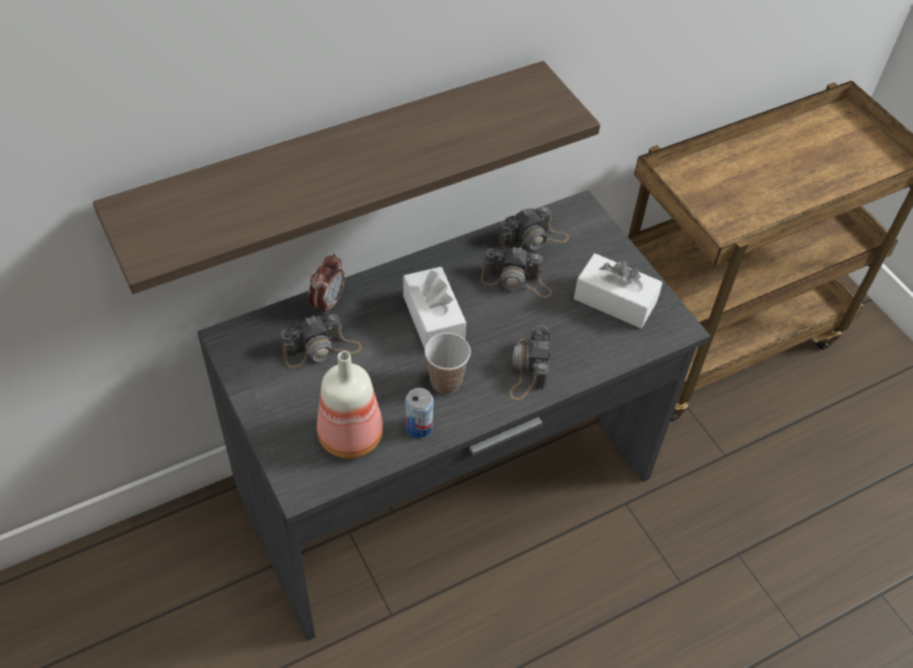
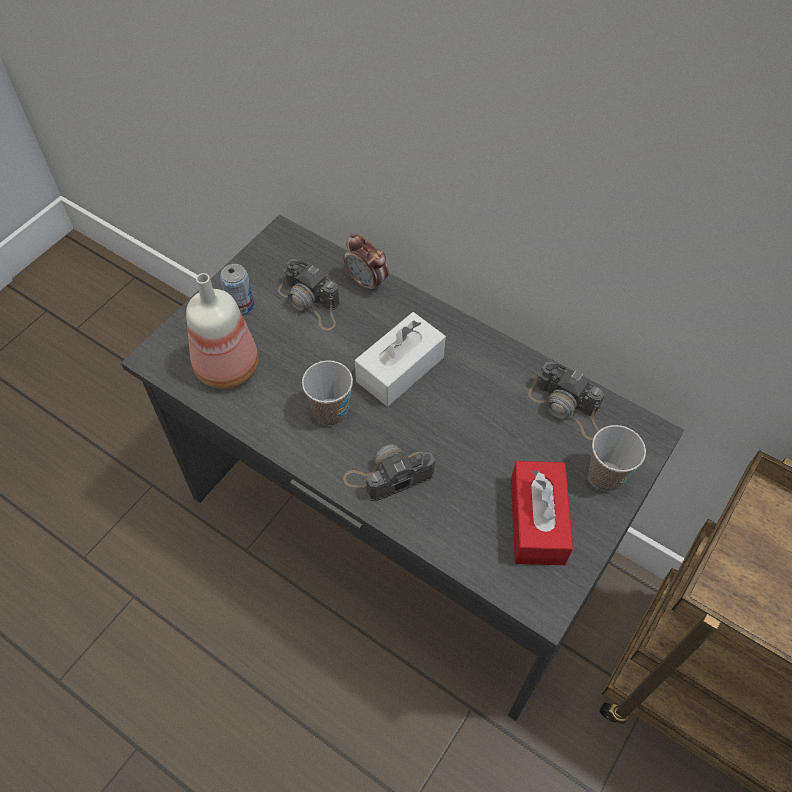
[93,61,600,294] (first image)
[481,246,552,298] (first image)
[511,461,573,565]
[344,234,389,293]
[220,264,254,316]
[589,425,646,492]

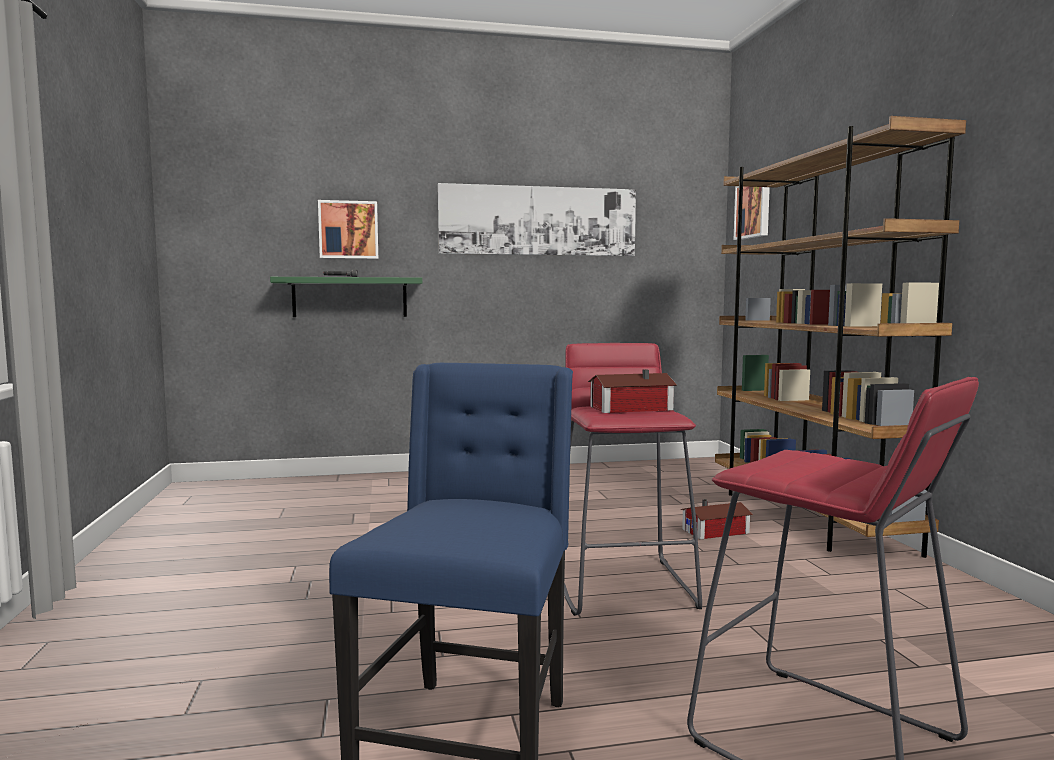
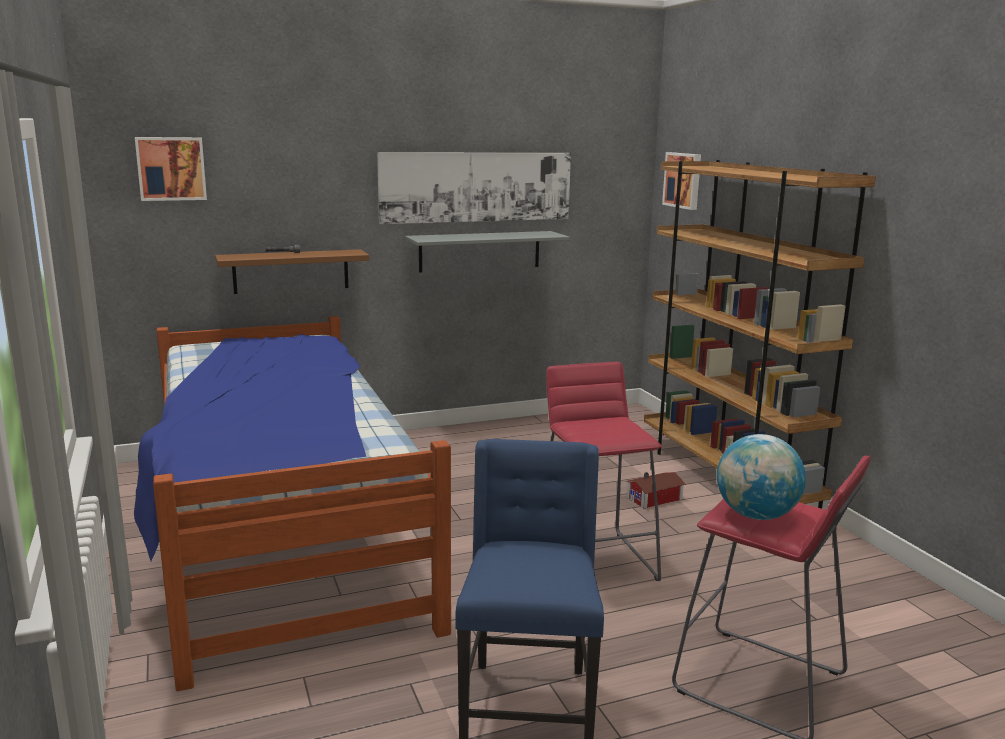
[135,137,207,201]
[215,249,369,294]
[588,369,677,413] (first image)
[405,231,570,273]
[134,316,451,691]
[717,434,806,520]

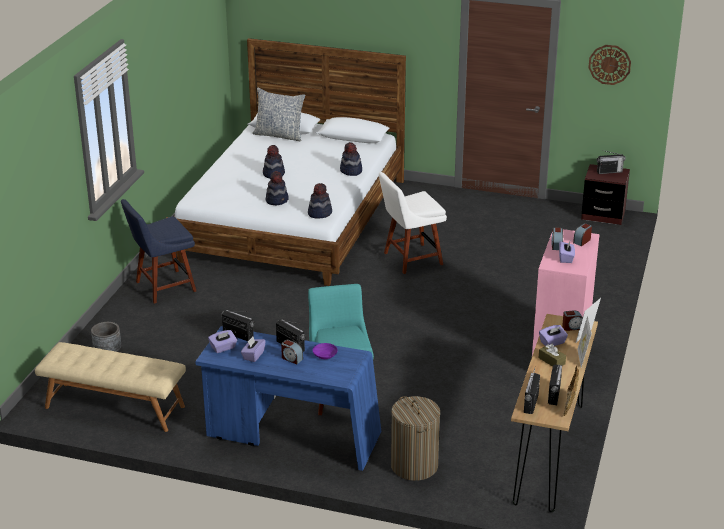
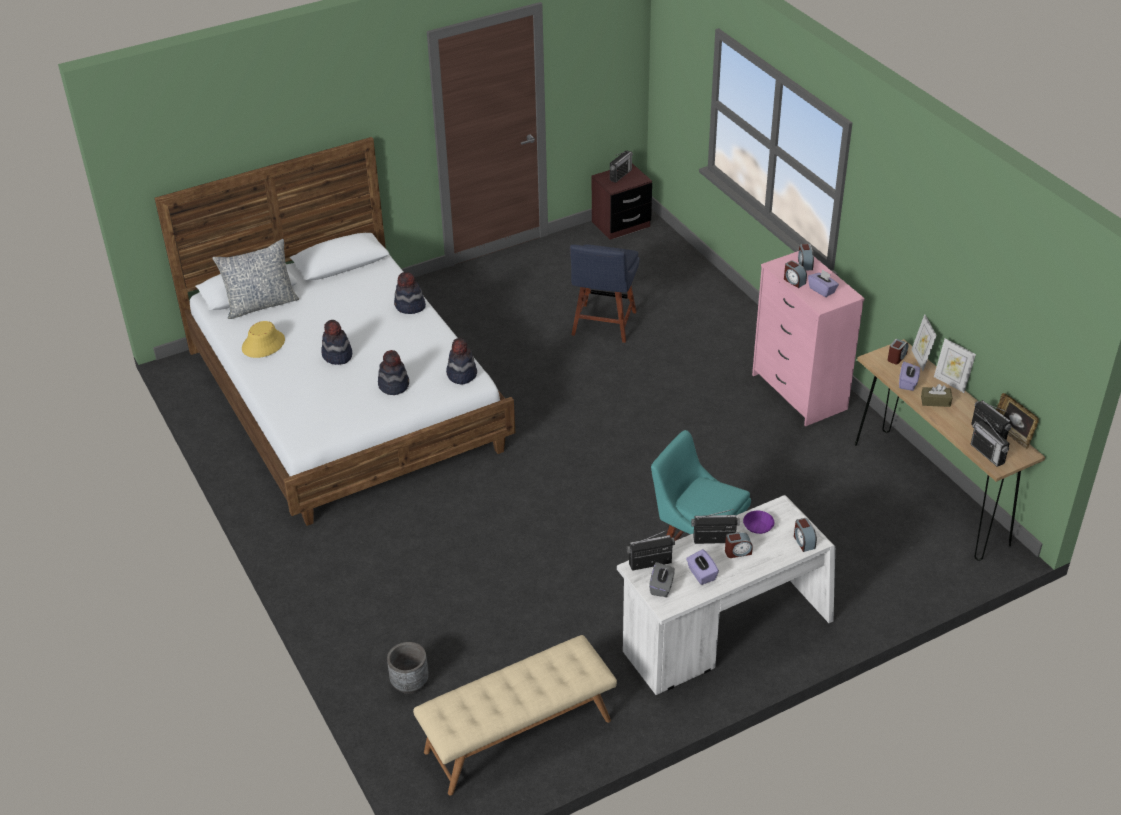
[588,45,631,85] (first image)
[379,172,447,274] (first image)
[570,244,640,343]
[617,495,835,695]
[649,562,675,597]
[391,396,440,481] (first image)
[242,321,285,358]
[794,518,817,552]

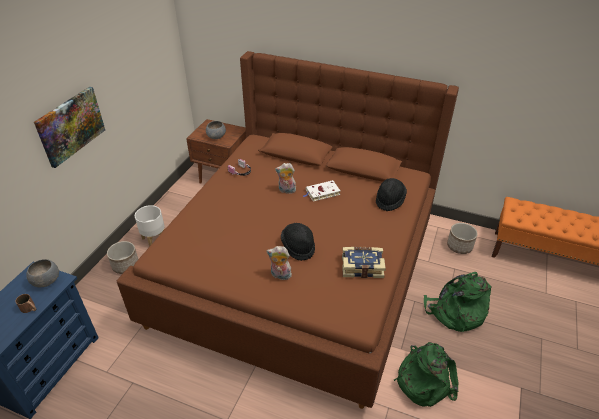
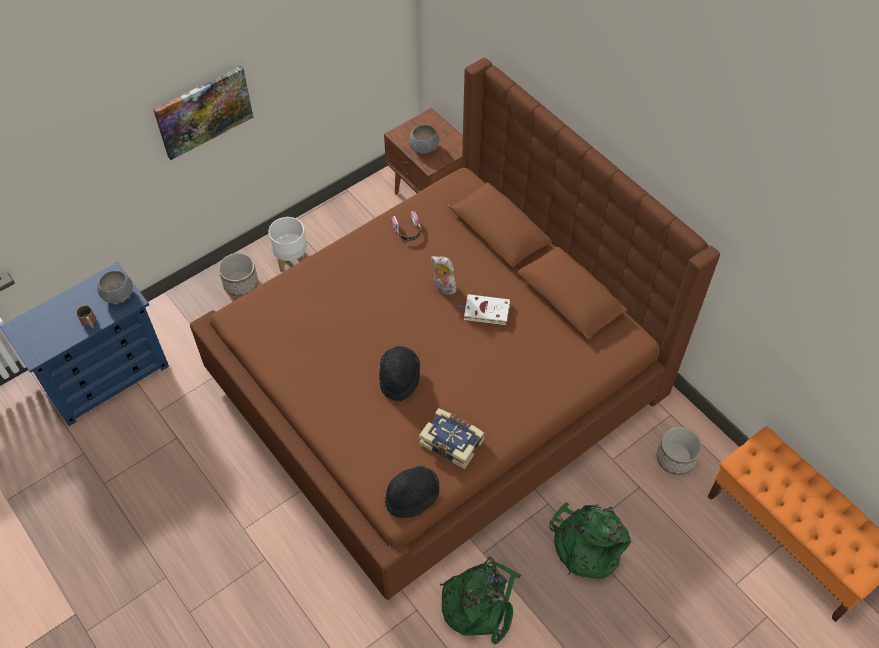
[385,466,439,518]
[266,246,292,280] (first image)

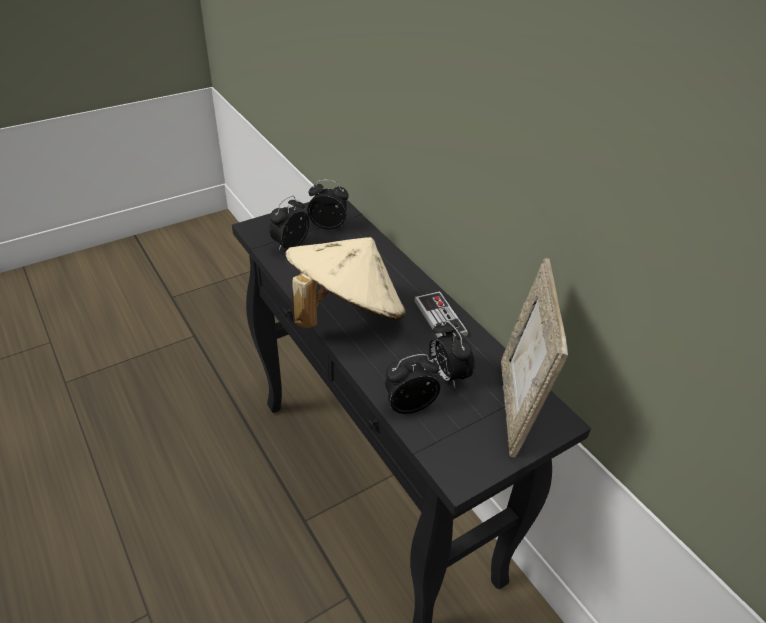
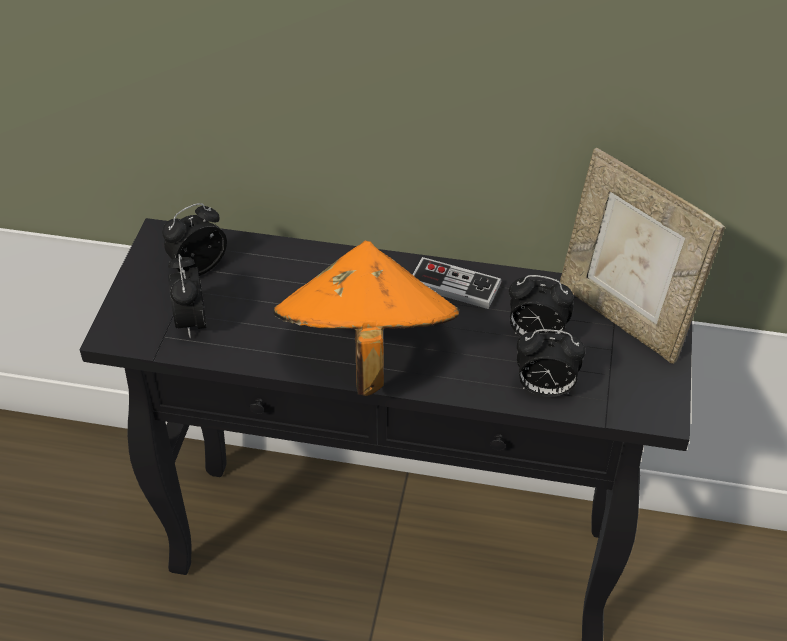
[274,241,459,396]
[517,329,585,397]

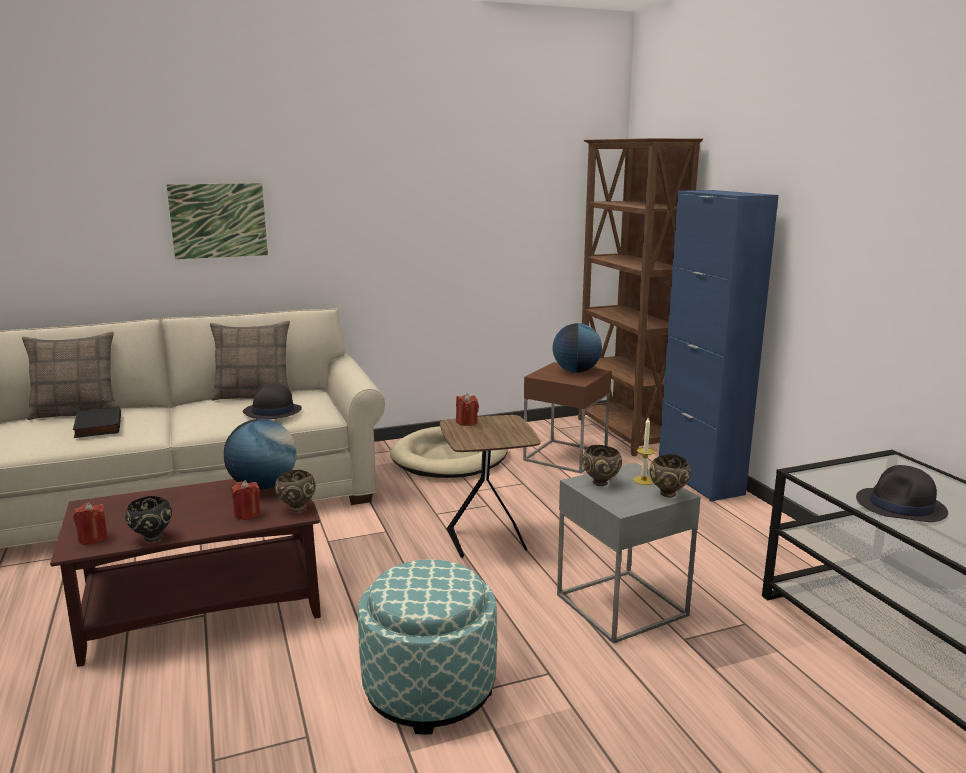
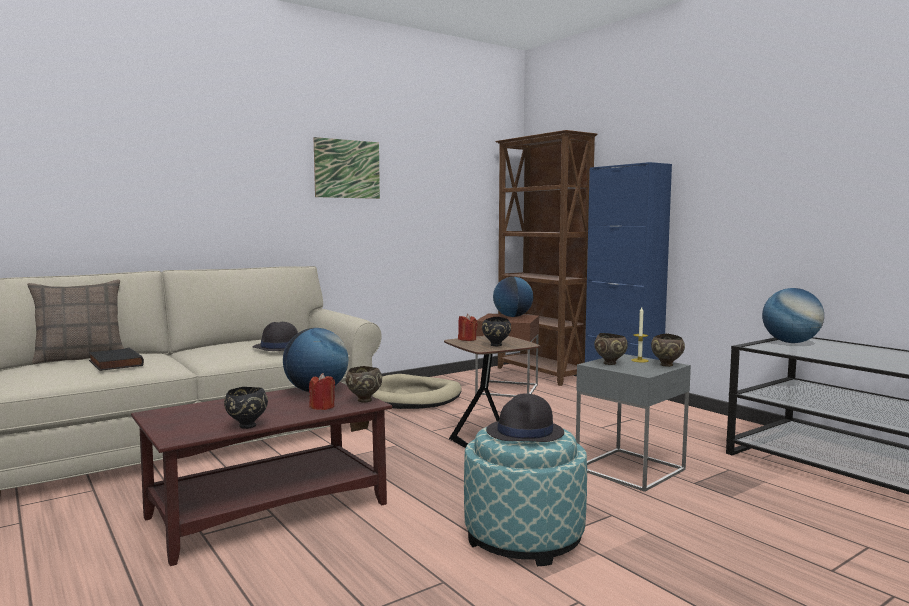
[313,137,380,199]
[210,321,292,401] (first image)
[486,394,564,442]
[73,502,108,545] (first image)
[762,288,824,343]
[482,317,511,346]

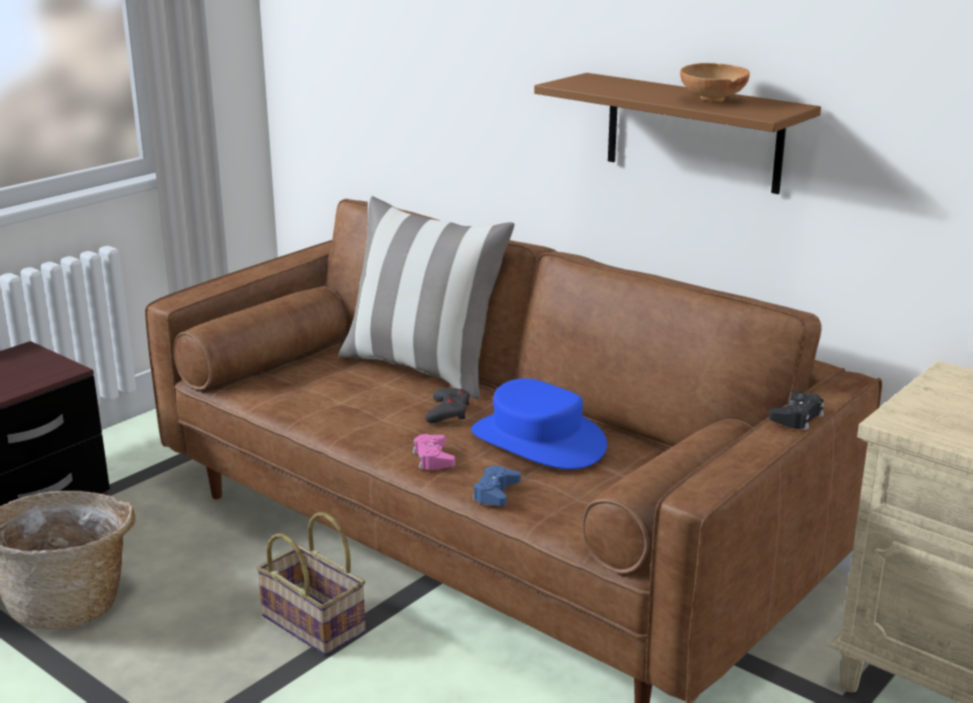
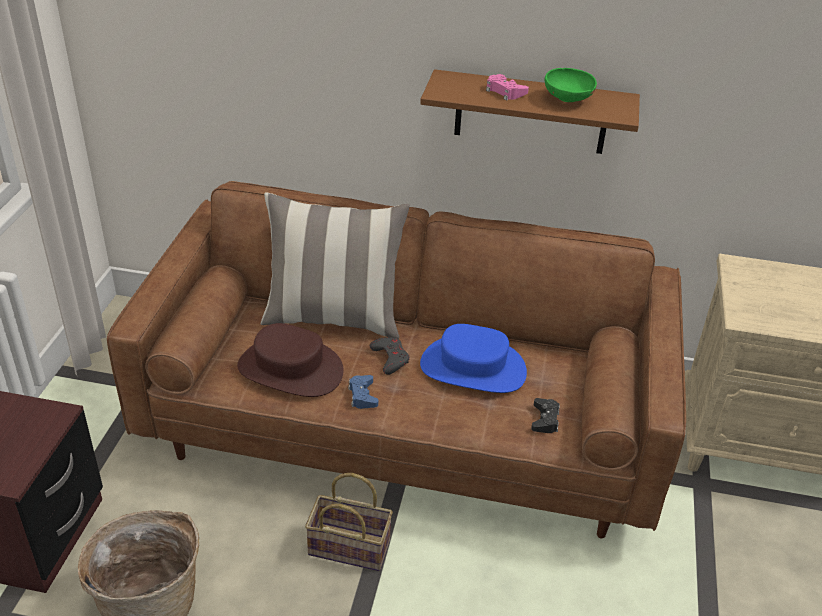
[544,68,597,102]
[531,398,560,433]
[486,74,529,100]
[348,375,378,409]
[237,323,344,397]

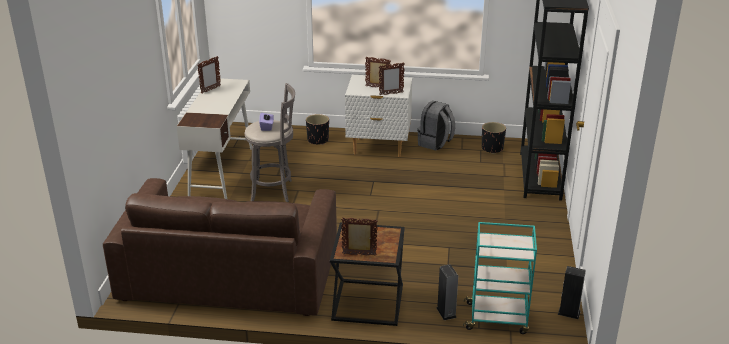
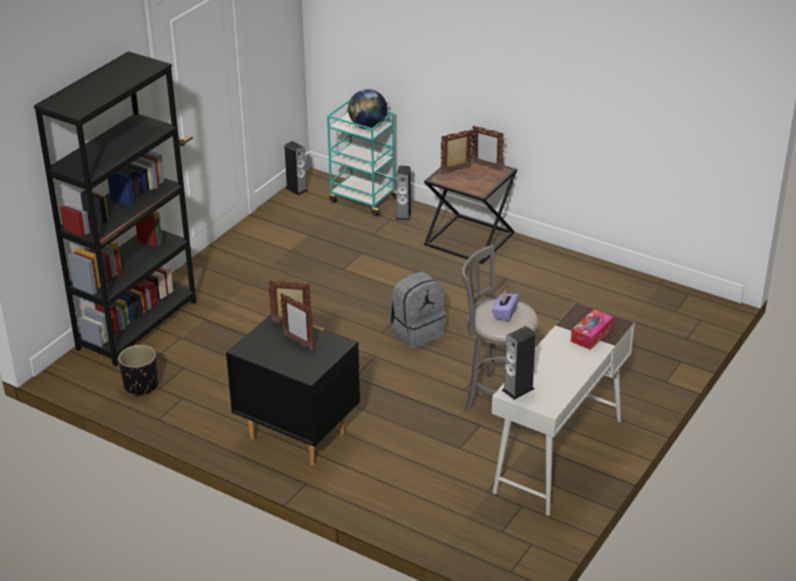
[441,130,473,174]
[226,314,360,466]
[390,271,446,348]
[306,114,329,145] (first image)
[103,178,337,316] (first image)
[348,89,387,129]
[571,309,614,350]
[502,326,536,400]

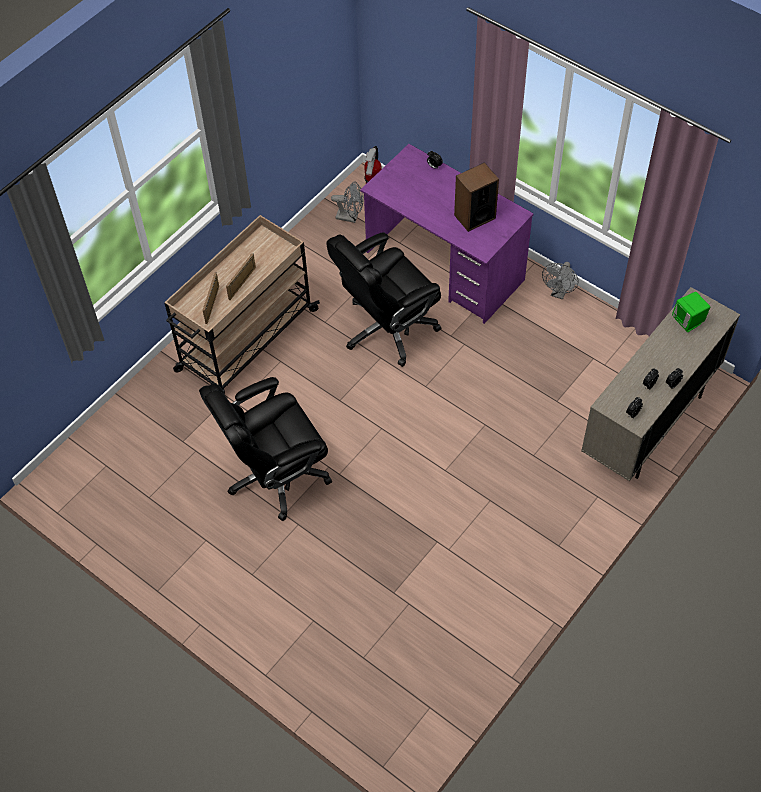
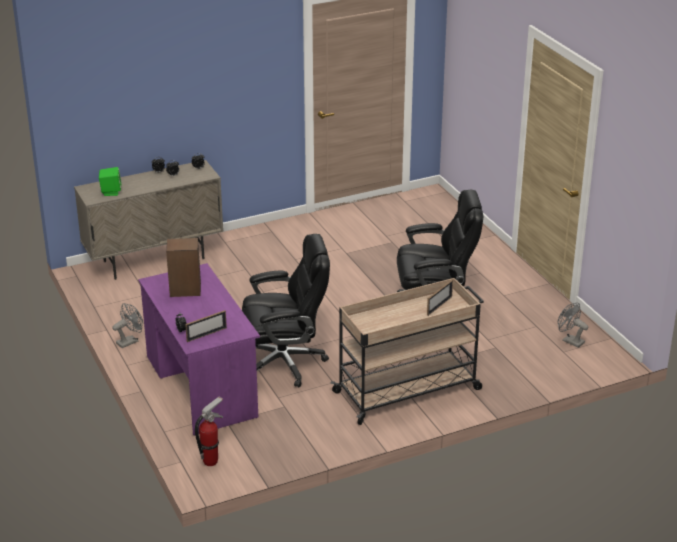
[558,302,589,348]
[185,310,227,342]

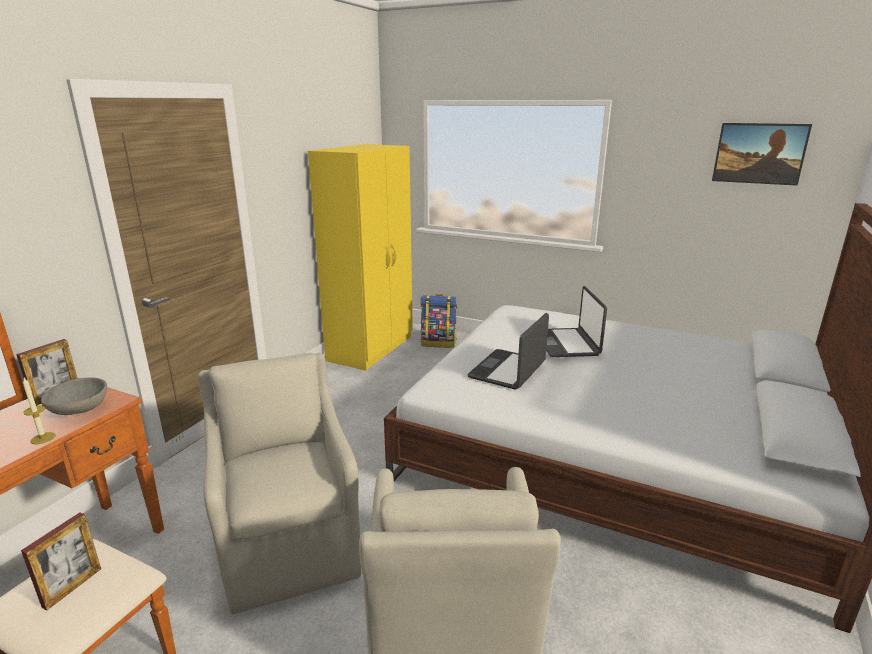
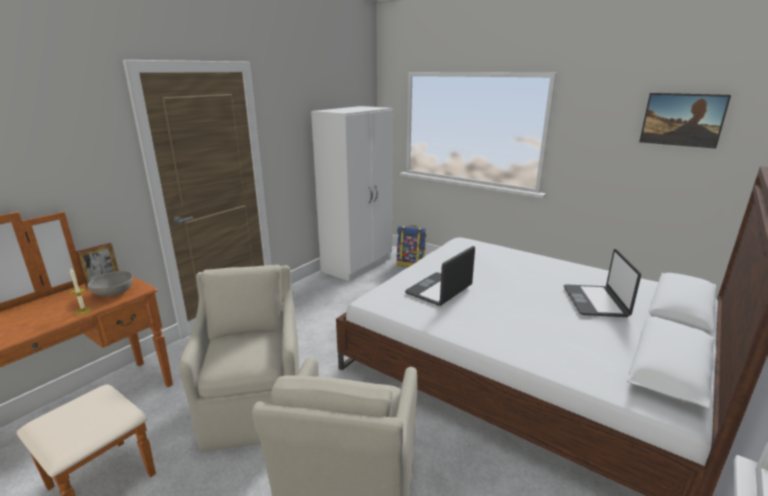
[311,106,393,281]
[564,249,641,317]
[21,512,101,610] (first image)

